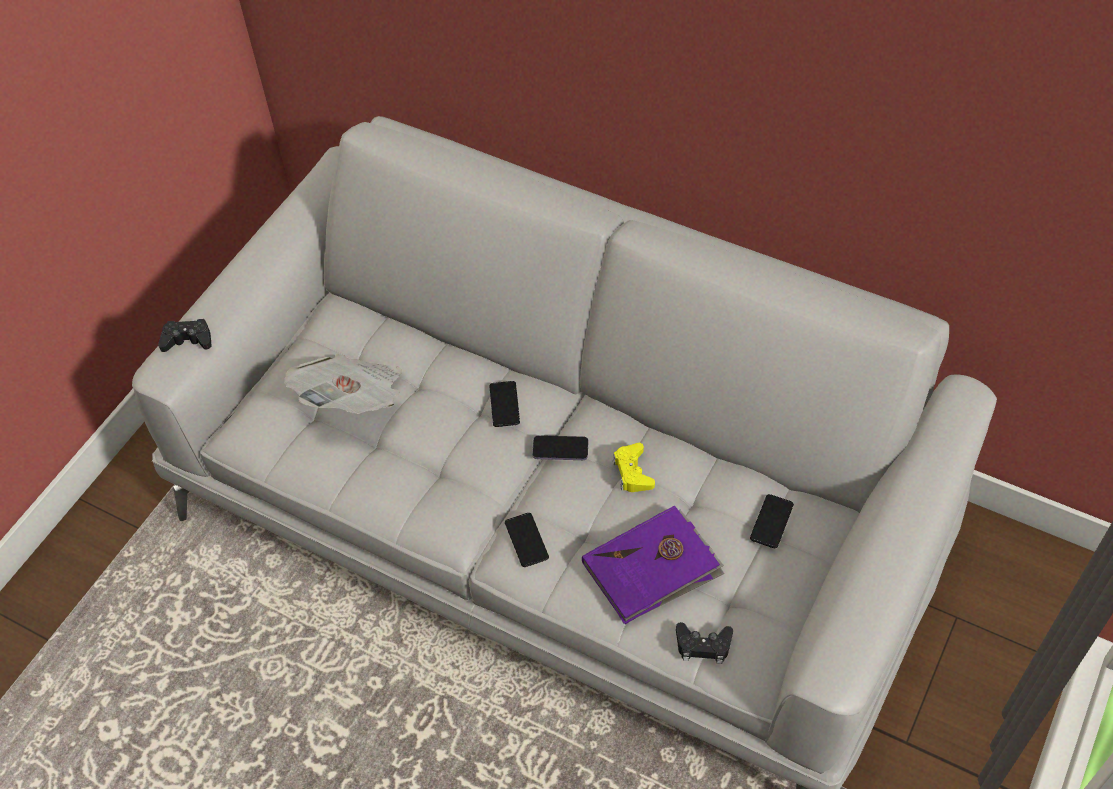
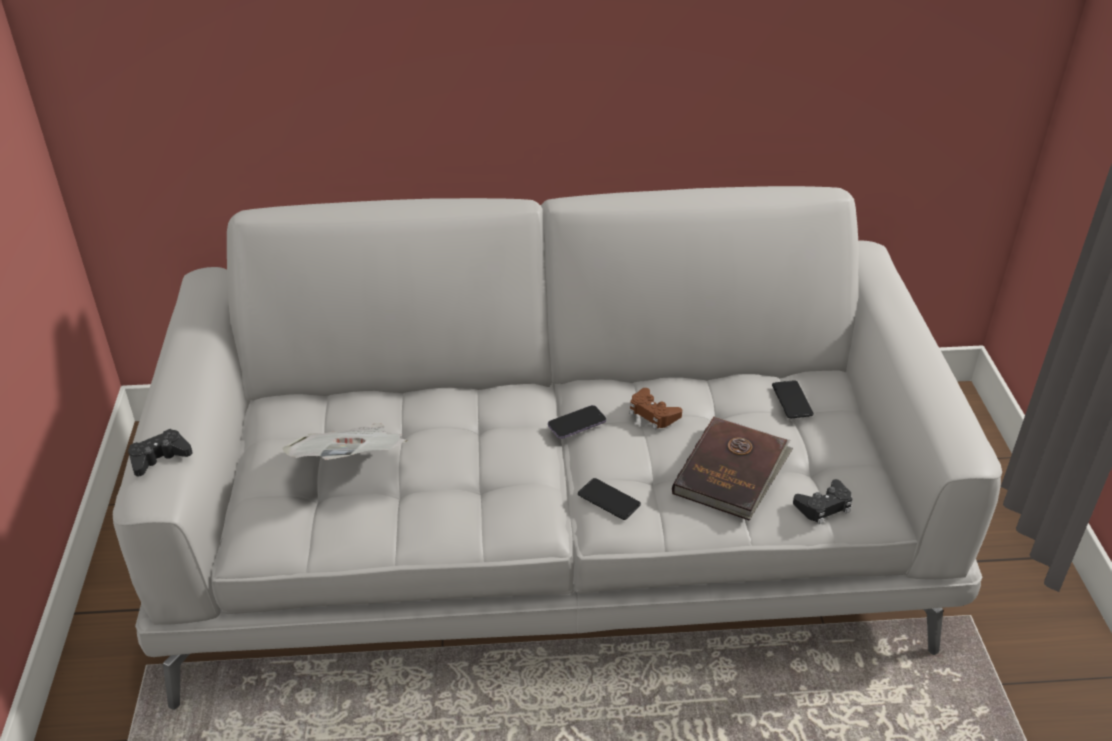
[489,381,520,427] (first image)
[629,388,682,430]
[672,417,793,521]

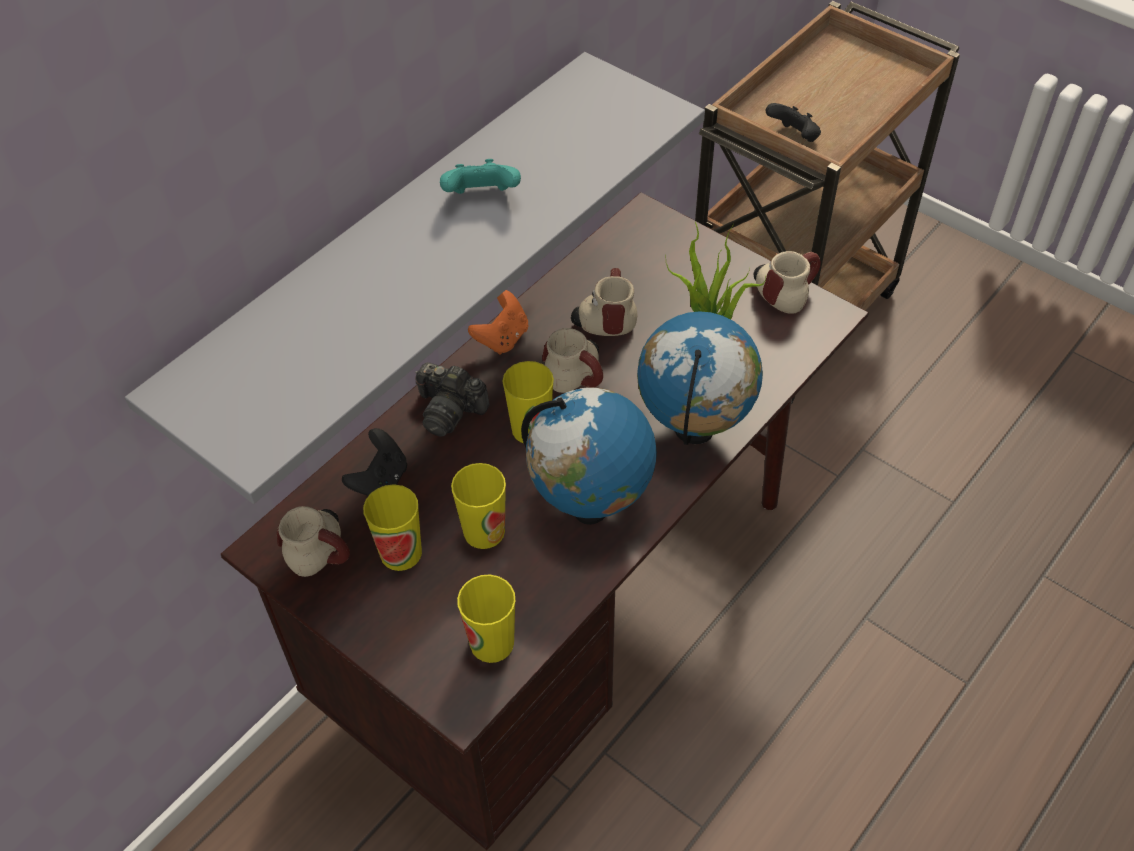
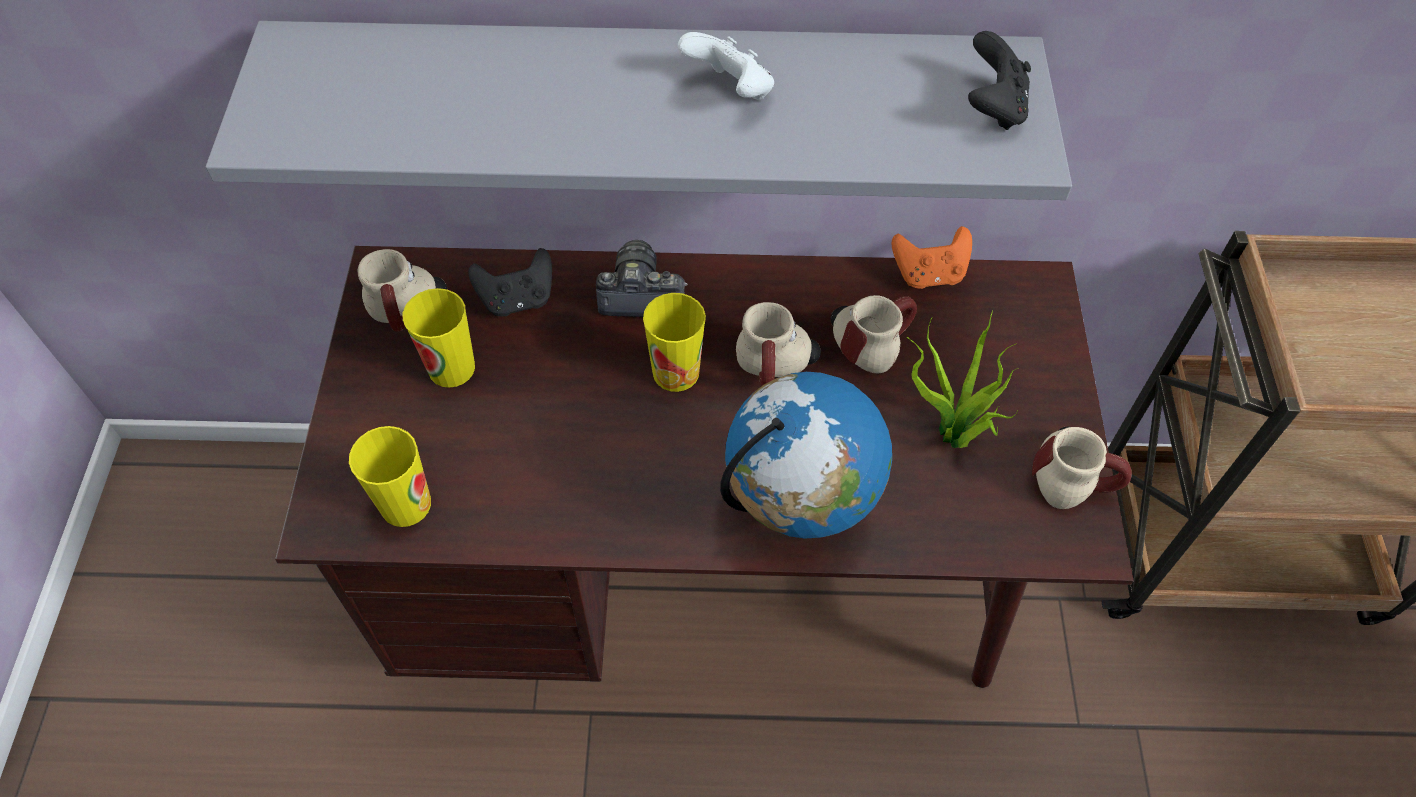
[968,31,1031,130]
[678,32,774,100]
[892,226,972,289]
[596,240,688,317]
[521,387,657,525] (first image)
[451,463,506,549] (first image)

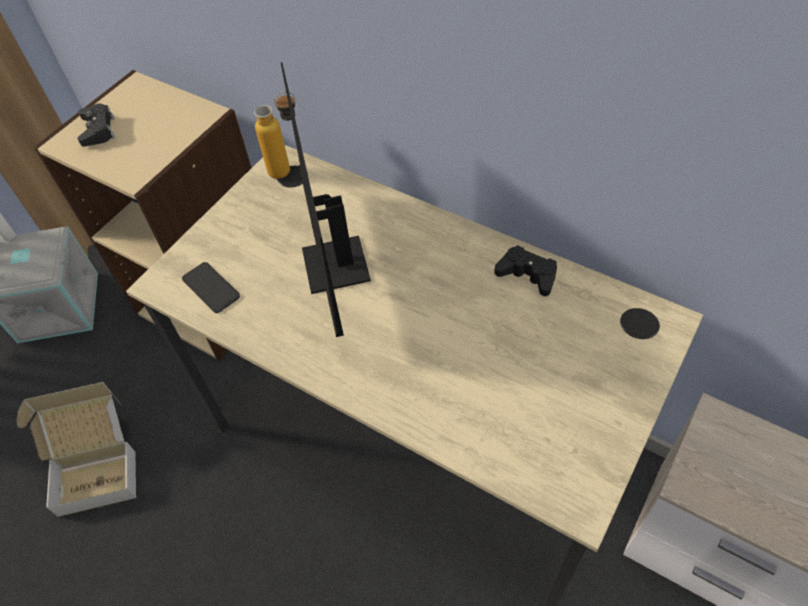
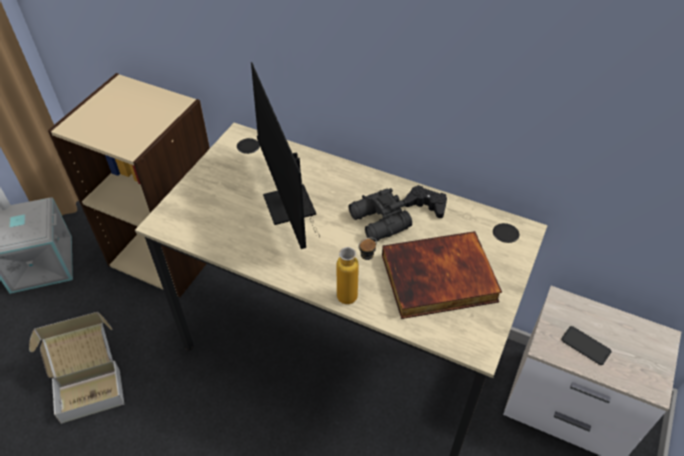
[337,237,377,304]
[77,104,115,147] (first image)
[561,326,612,365]
[349,188,412,242]
[382,231,502,319]

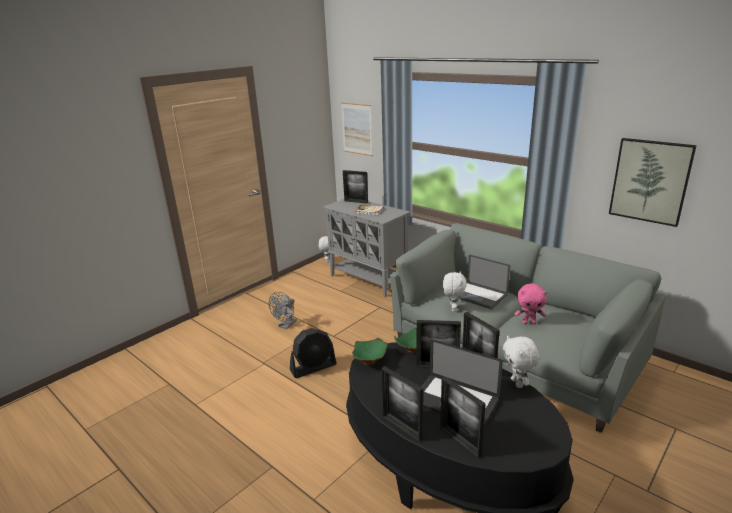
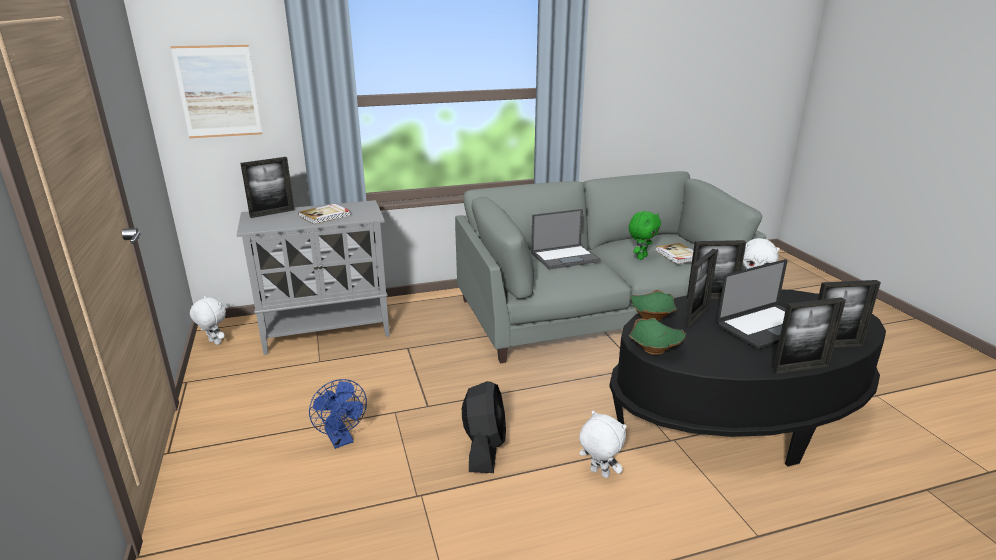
[609,138,697,227] (first image)
[579,411,627,478]
[628,211,661,260]
[309,379,367,449]
[655,243,693,264]

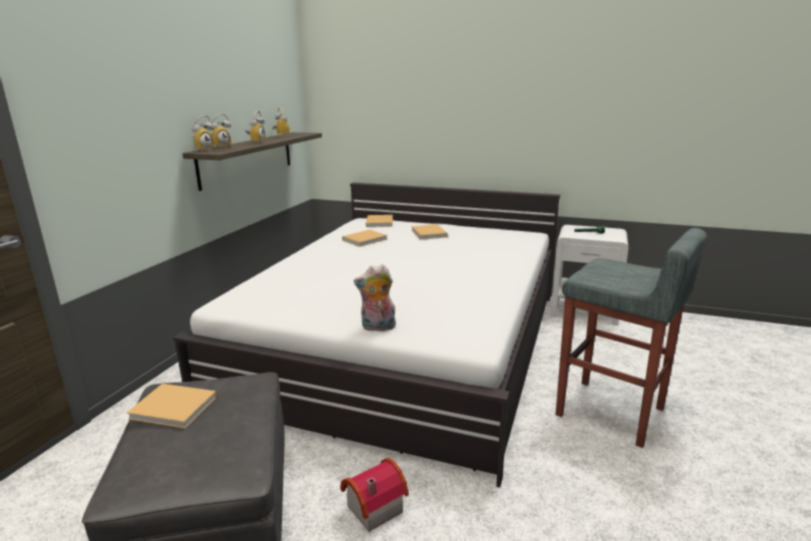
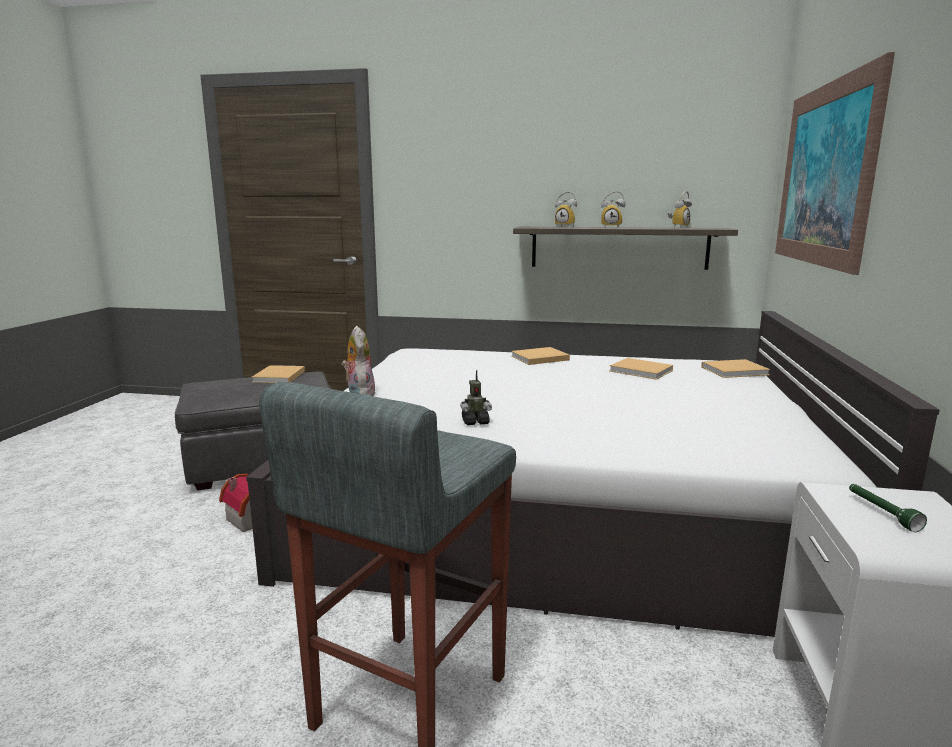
[192,115,215,151] (first image)
[511,347,570,365]
[775,52,895,275]
[460,370,492,425]

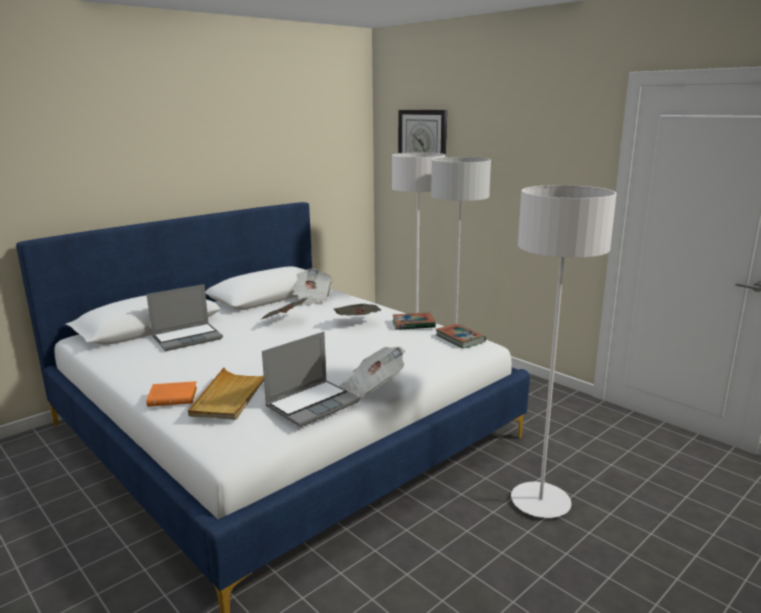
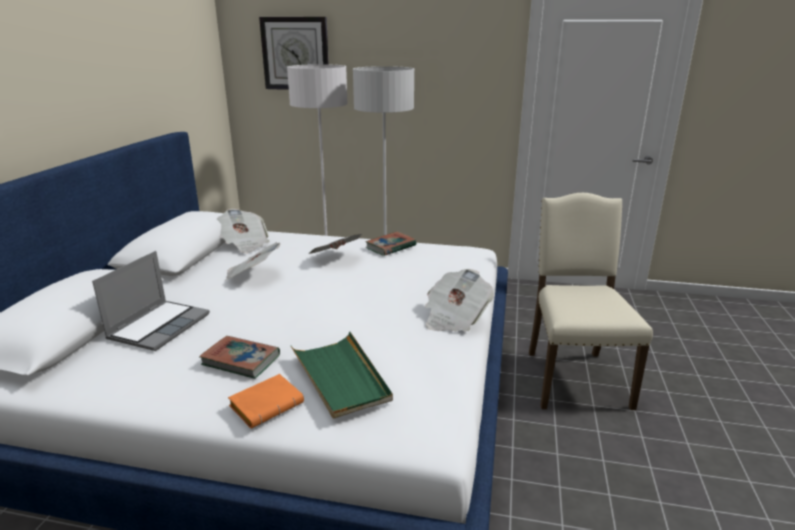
[529,193,653,410]
[199,336,280,379]
[262,332,360,427] (first image)
[291,332,393,419]

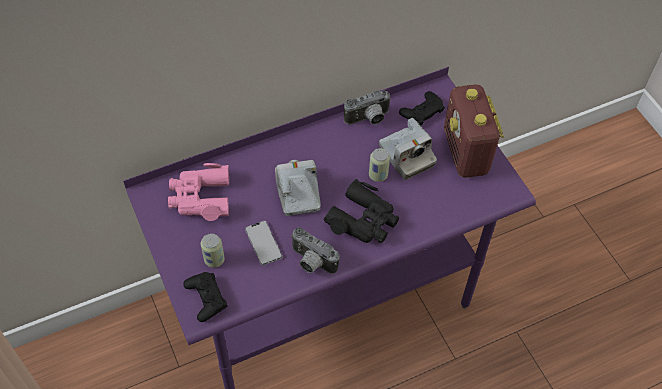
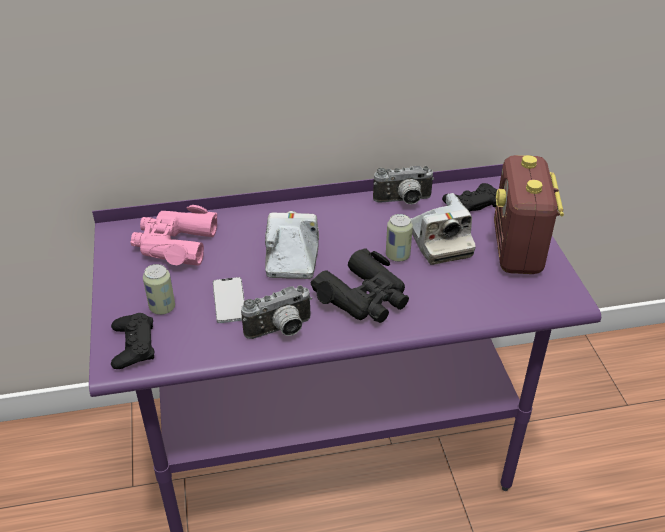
[241,285,312,339]

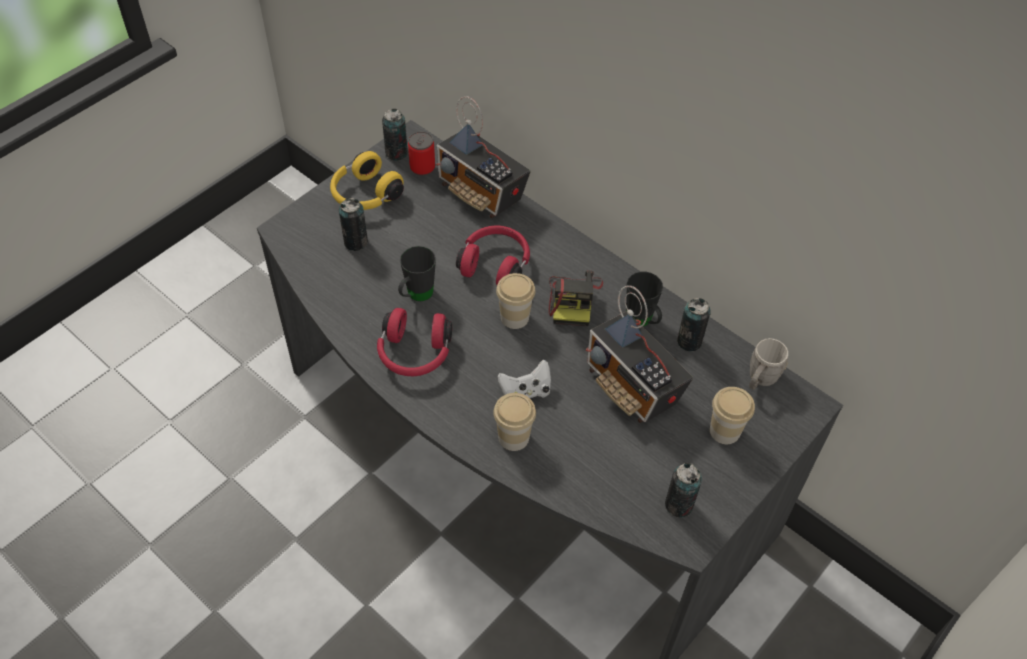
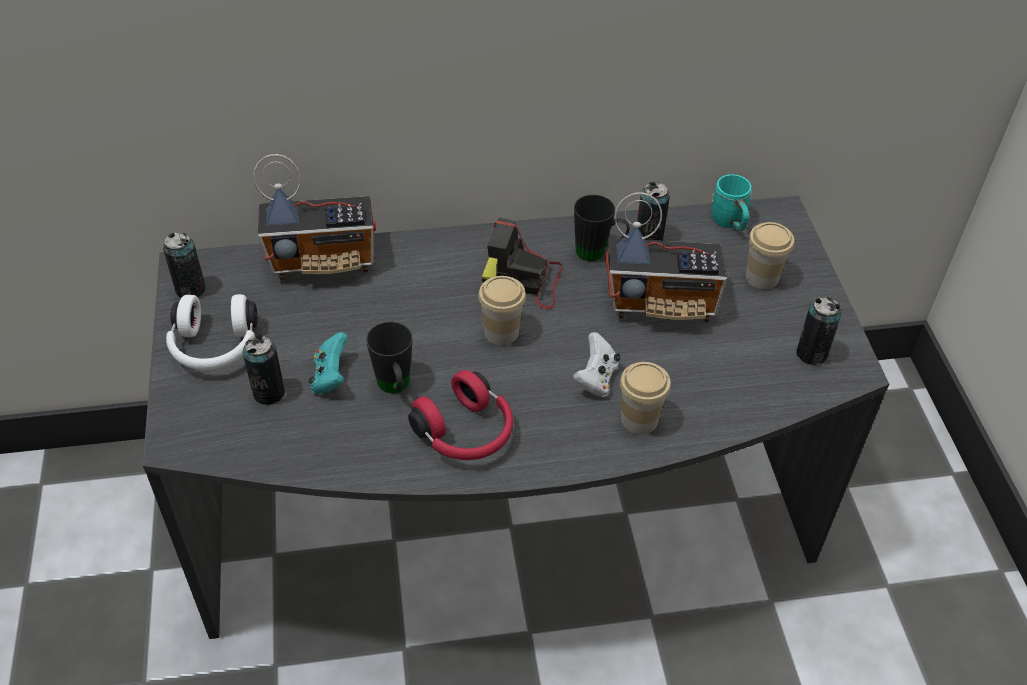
[408,132,435,176] (first image)
[166,294,258,370]
[456,226,530,285] (first image)
[482,218,563,309]
[711,174,751,231]
[308,332,348,394]

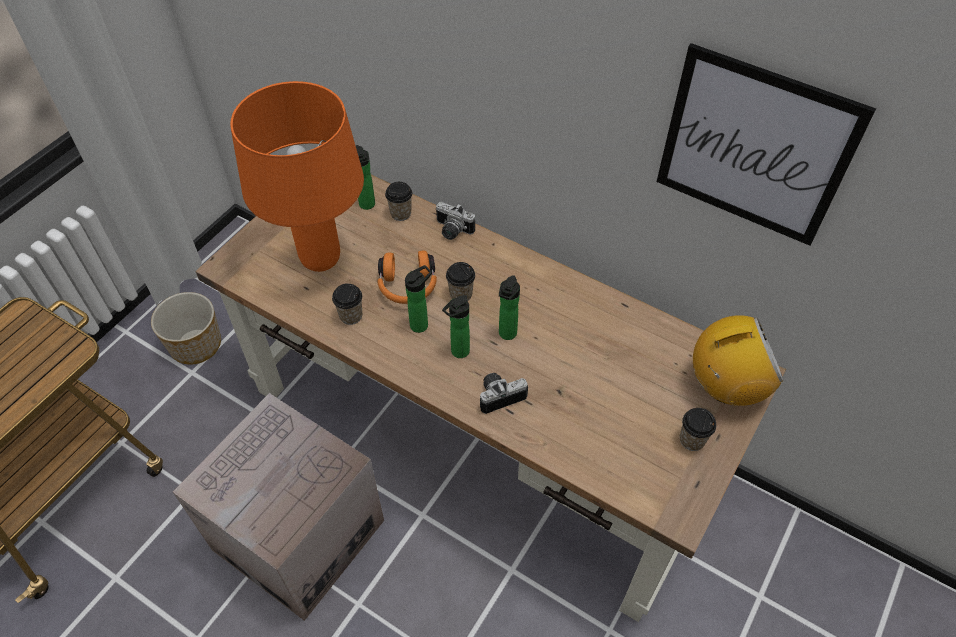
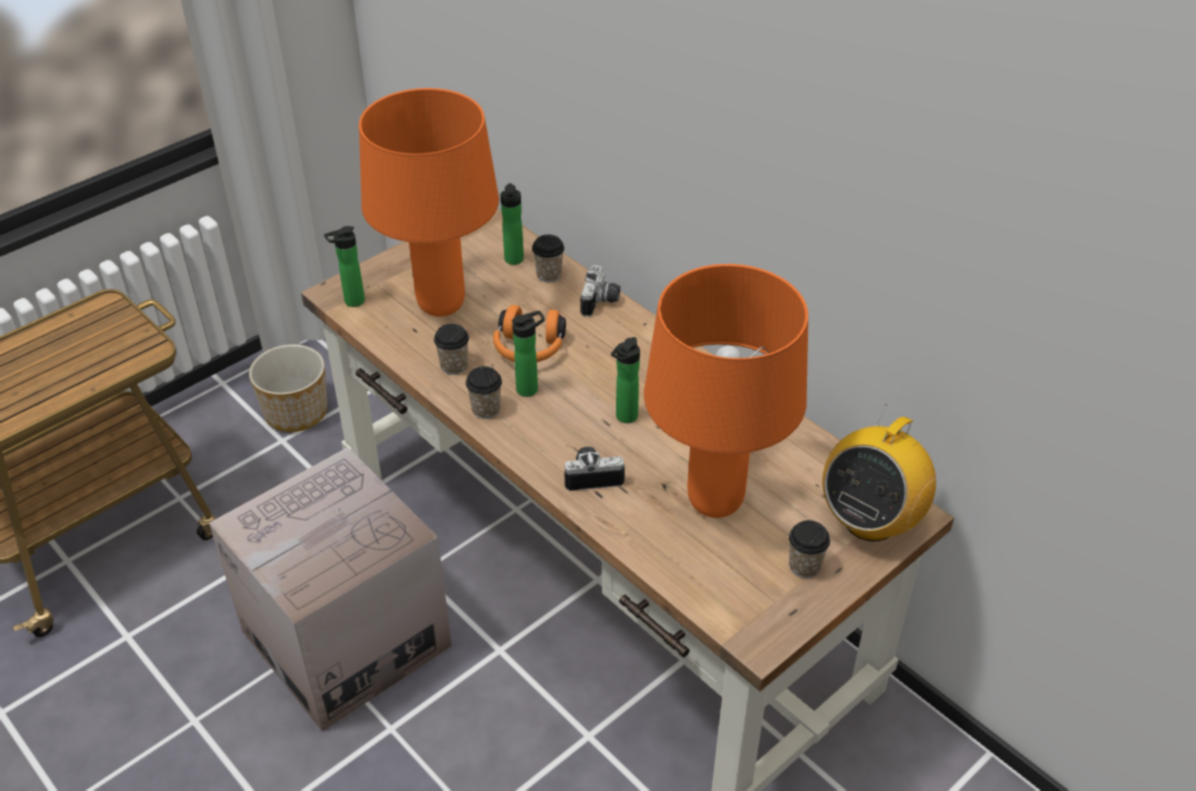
[657,43,876,246] (first image)
[580,265,620,317]
[466,366,502,419]
[324,226,365,307]
[822,404,936,541]
[644,264,808,518]

